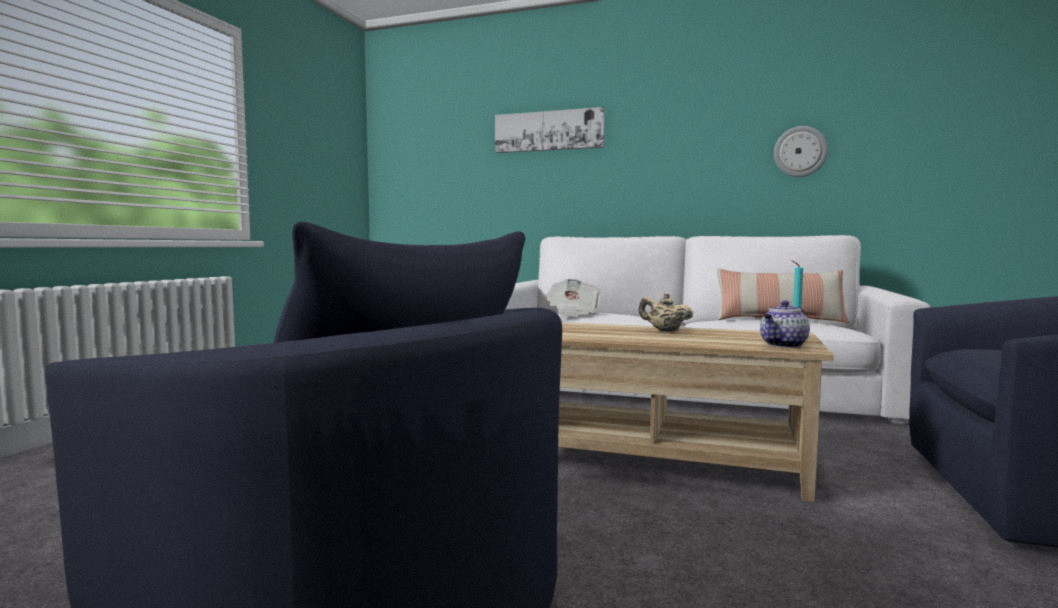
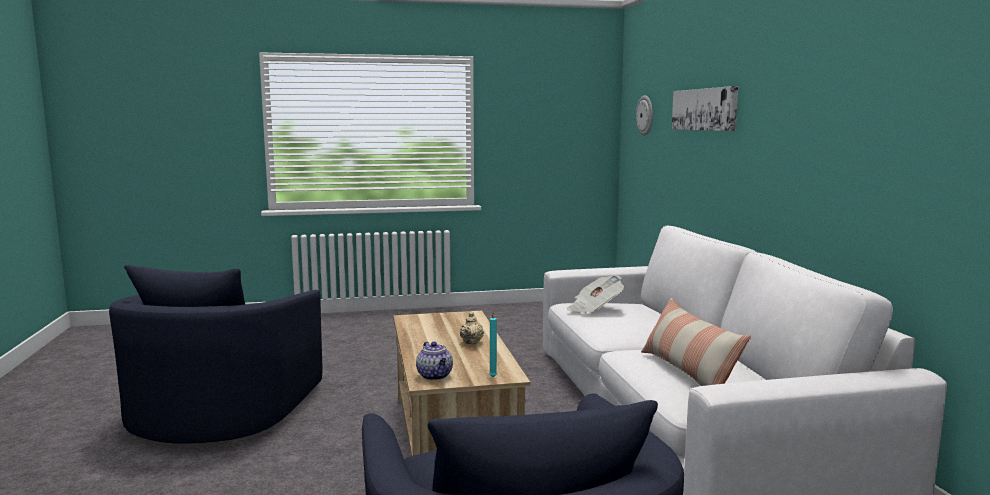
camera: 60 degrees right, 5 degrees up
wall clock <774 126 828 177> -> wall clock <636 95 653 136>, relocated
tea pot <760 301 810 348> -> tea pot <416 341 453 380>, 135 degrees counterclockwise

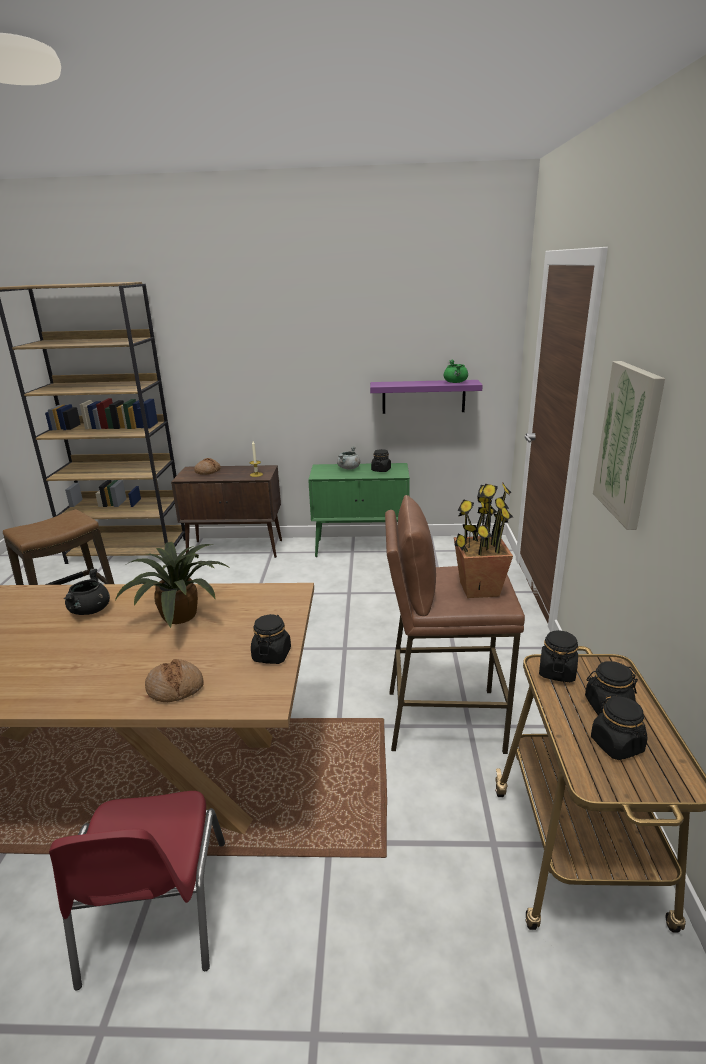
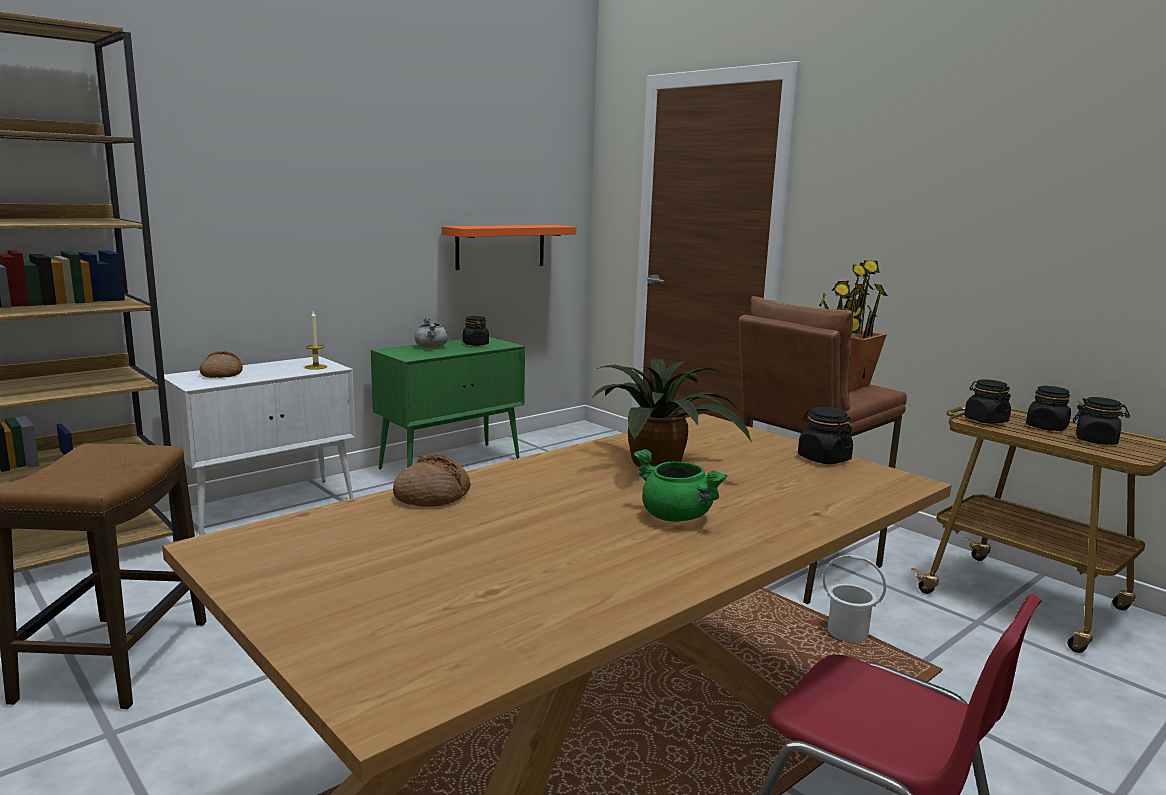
camera: 45 degrees left, 10 degrees down
cooking pot (greenish) <444 359 468 383> -> cooking pot (greenish) <634 449 727 522>, relocated
wall art <593 361 665 530> -> none
bracket shelf (purple-coloured) <370 380 483 414> -> bracket shelf (orangey) <441 225 576 270>
cupboard (brownish) <171 465 282 558> -> cupboard (white-coloured) <164 356 355 535>
cooking pot (blackish) <64 569 110 615> -> none
bakery bread <145 659 204 702> -> bakery bread <393 454 471 507>, relocated
none -> water bucket (white-coloured) <823 555 886 642>

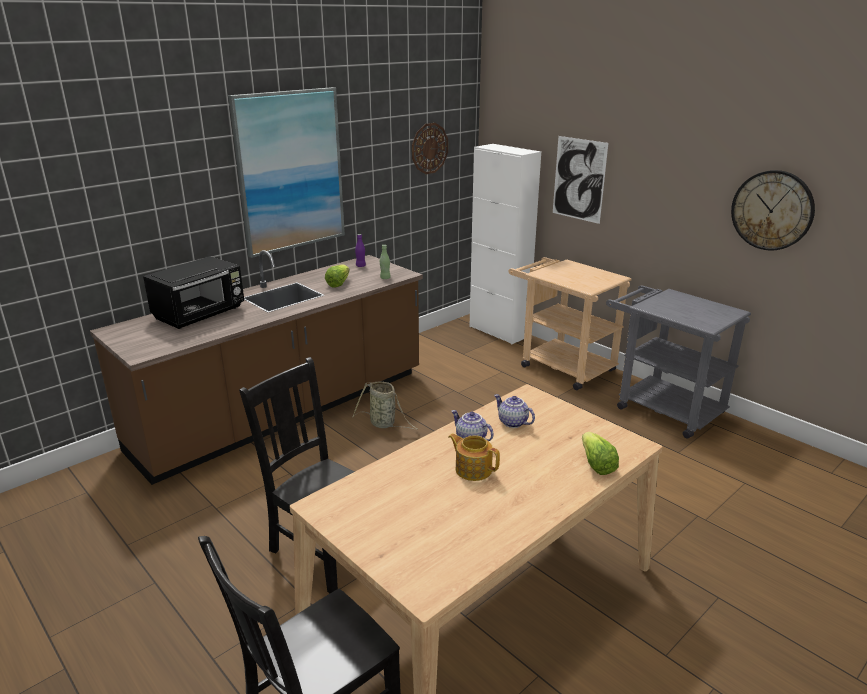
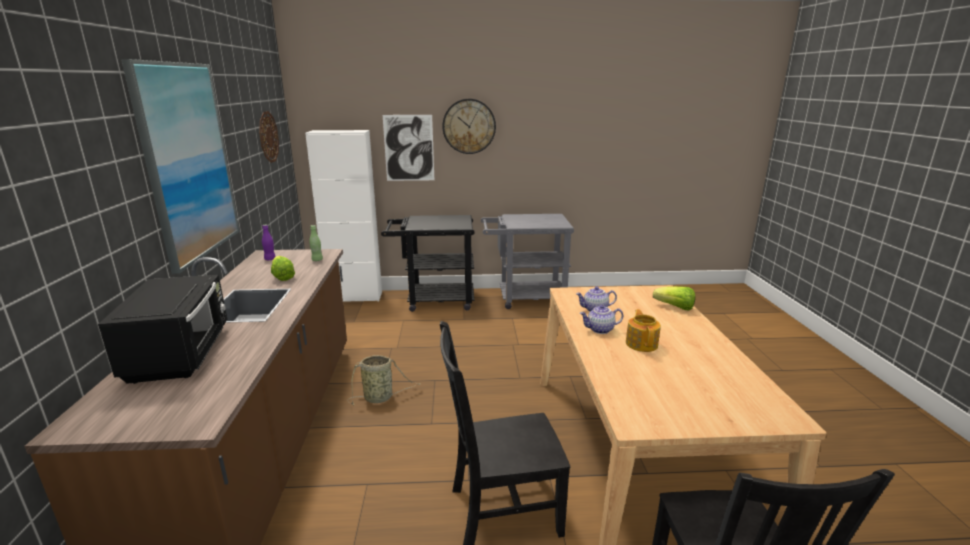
camera: 50 degrees left, 5 degrees down
wall clock <731 170 815 251> -> wall clock <442 99 496 154>, relocated
cart (beige-coloured) <509 257 632 390> -> cart (blackish) <381 215 475 312>
tea pot <449 433 500 481> -> tea pot <626 309 661 352>, 105 degrees clockwise

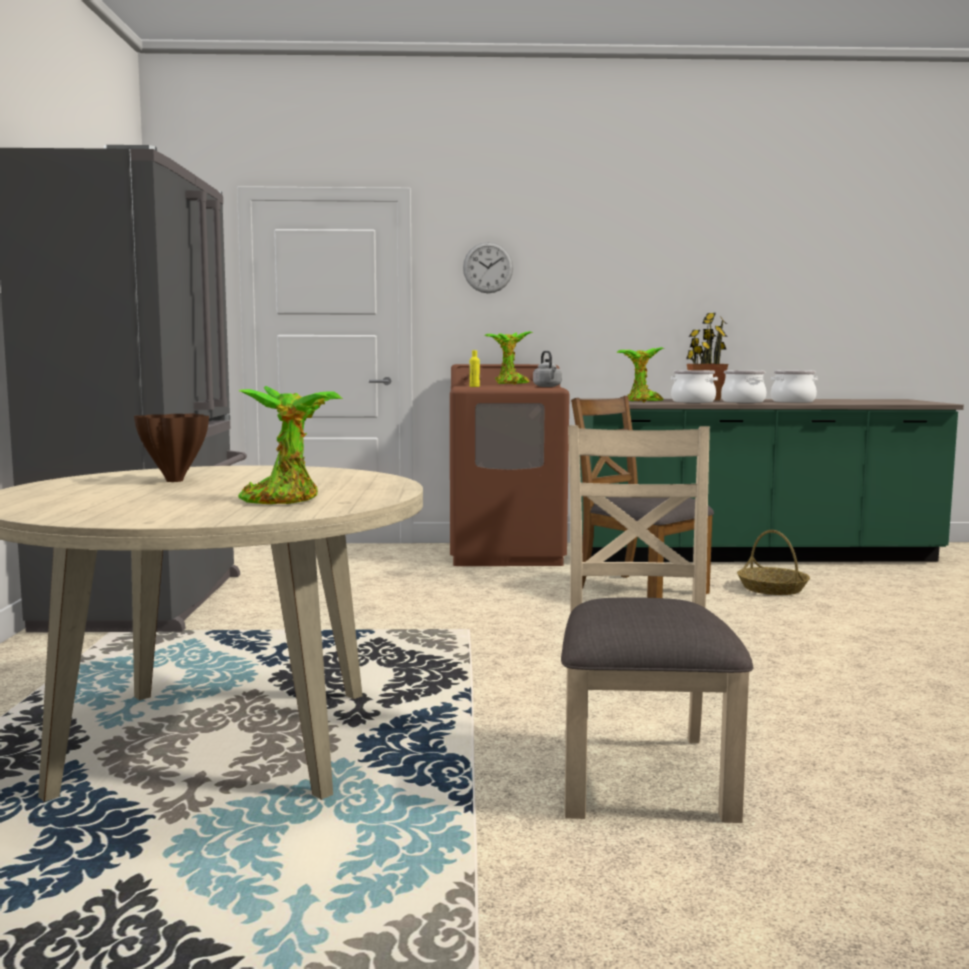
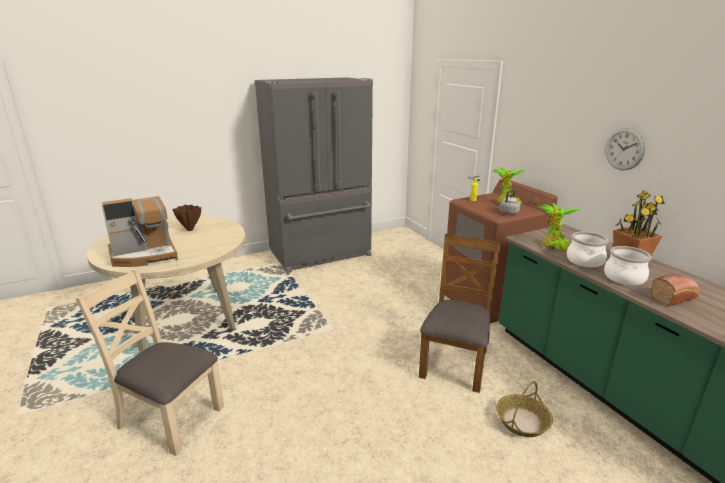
camera: 65 degrees right, 15 degrees up
wall clock <463 242 513 293> -> wall clock <605 128 646 171>, relocated
cooking pot <771 370 818 403> -> bakery bread <651 275 699 306>
houseplant <238 386 343 504> -> coffee maker <102 196 178 267>
plain chair (beige-coloured) <561 425 753 823> -> plain chair (beige-coloured) <76 268 224 456>, 135 degrees counterclockwise

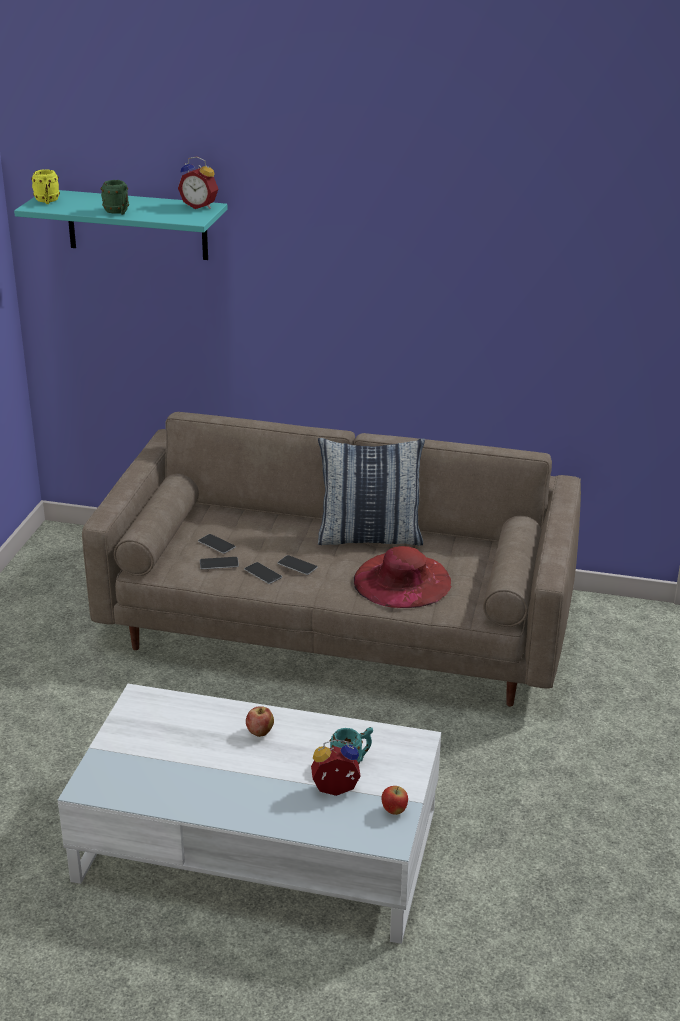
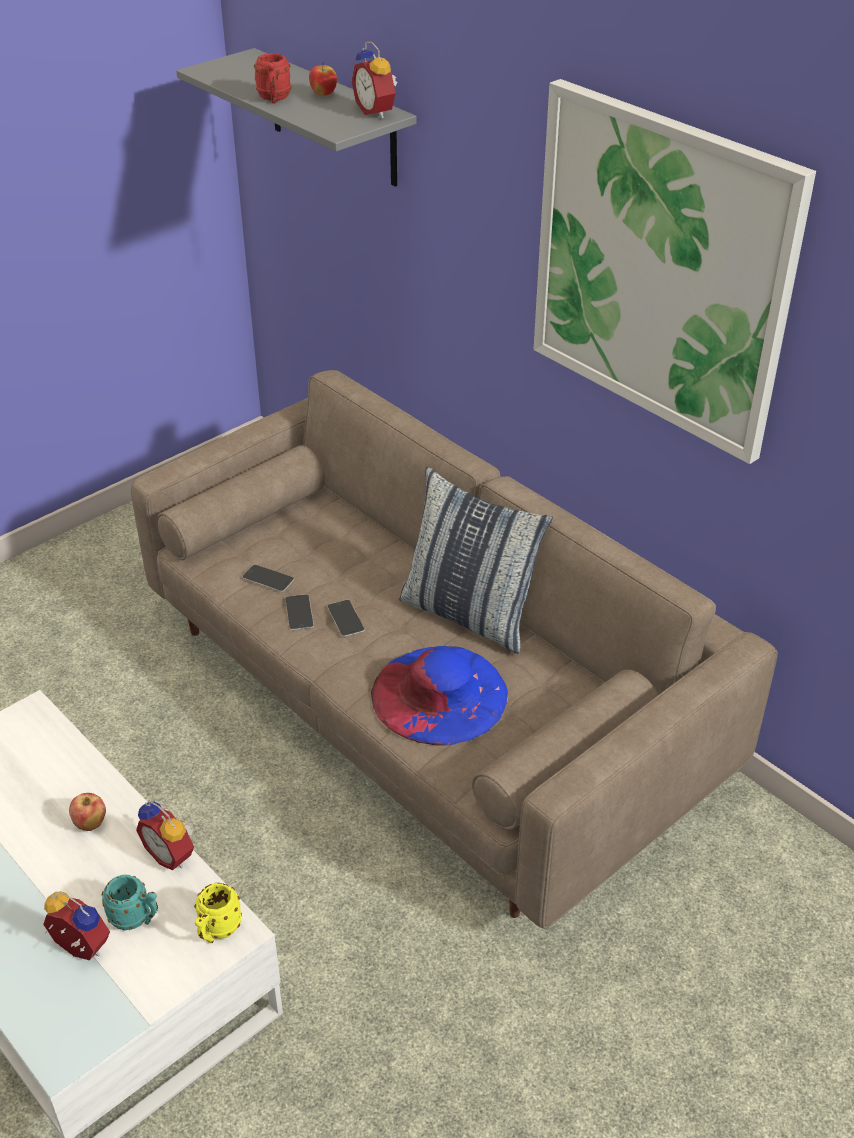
camera: 35 degrees right, 10 degrees up
tea mug (yellow) <31 170 60 204> -> tea mug (yellow) <194 883 242 943>, relocated
tea mug (greenish) <101 180 129 215> -> tea mug (red-coloured) <254 53 292 103>
bracket shelf (turquoise) <14 190 228 260> -> bracket shelf (greyish) <176 48 417 187>
telephone <198 534 236 554> -> none
hat (red-coloured) <354 546 451 608> -> hat (blue) <371 646 508 746>
apple fruit <381 786 408 815> -> apple fruit <309 62 337 96>, relocated
none -> wall art <534 79 816 464>
none -> bedside clock <136 801 194 871>

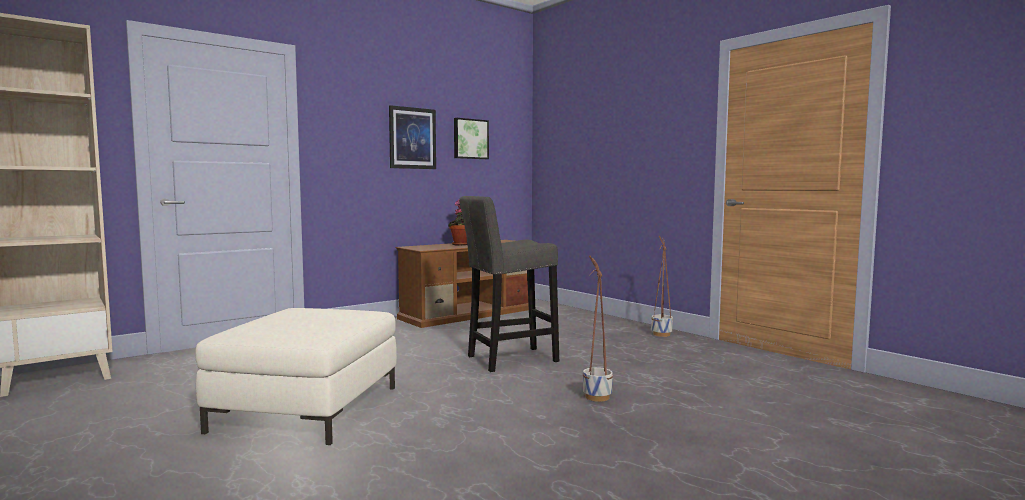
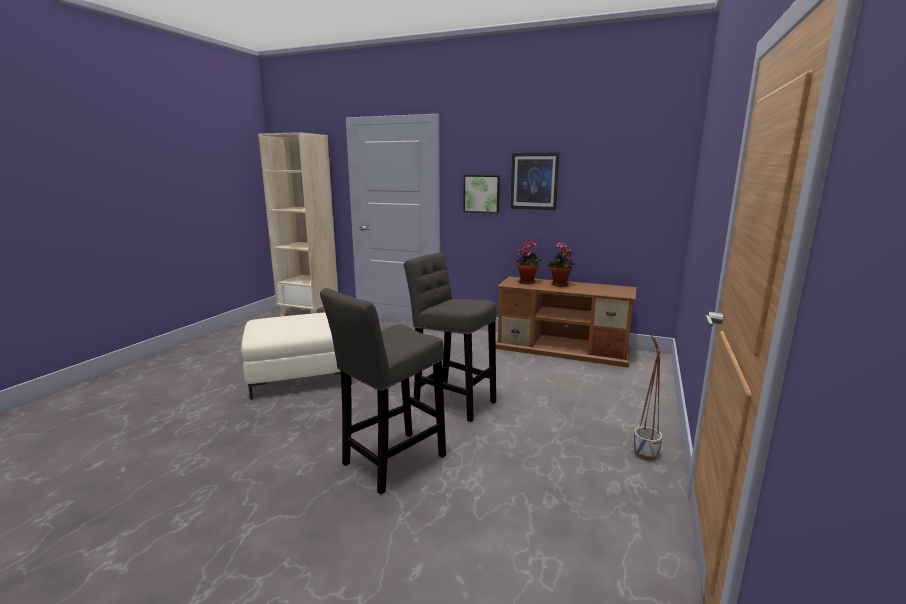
camera: 60 degrees right, 10 degrees up
wall art <454 118 489 159> -> wall art <464 175 500 213>, relocated
planter <583 256 613 402> -> stool (greyish) <320 288 446 495>
none -> houseplant <514 239 542 284>

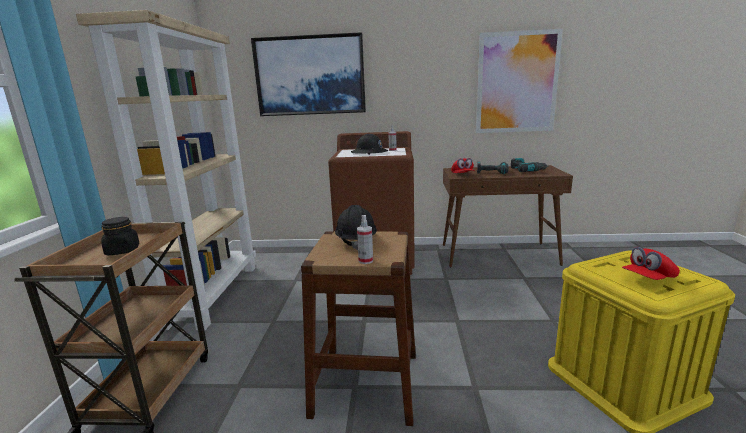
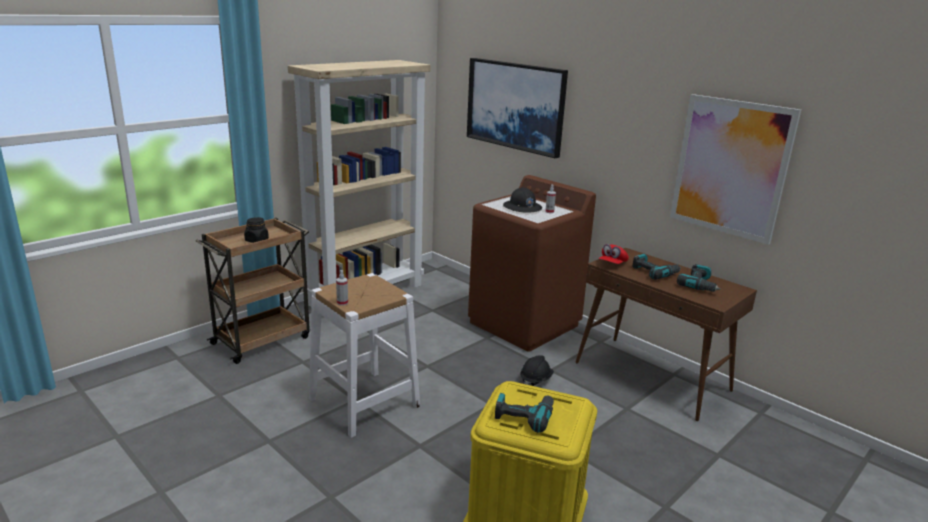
camera: 40 degrees right, 5 degrees up
hard hat (blackish) <335 205 377 250> -> hard hat (blackish) <520 355 554 386>, relocated
stool (brownish) <301 231 416 426> -> stool (white-coloured) <309 273 420 438>
cap (red-coloured) <622 247 680 280> -> electric drill <495 393 554 433>

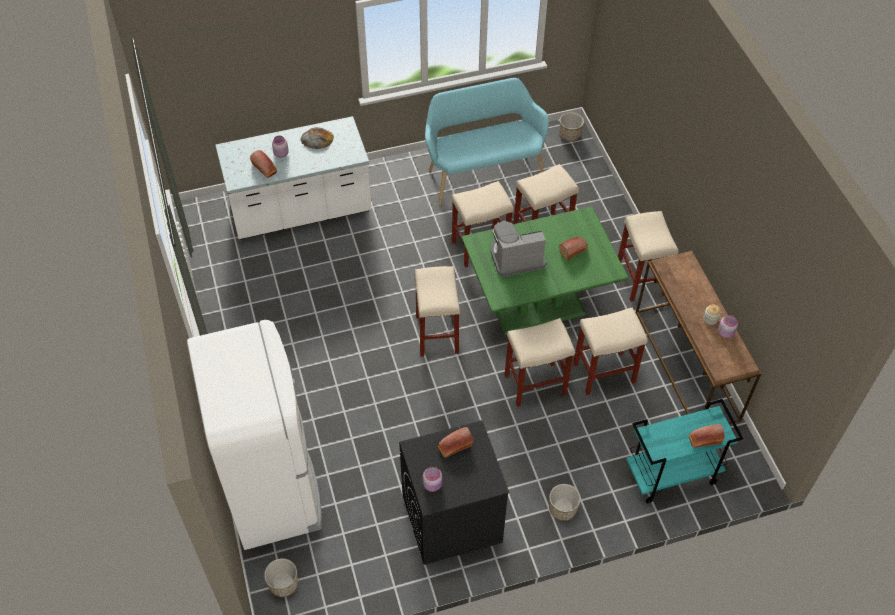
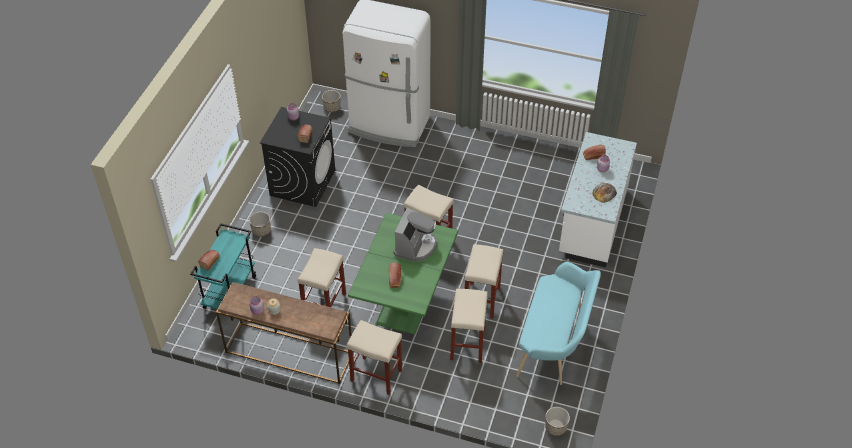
camera: 125 degrees right, 5 degrees down
stool (beige-coloured) <505 318 575 407> -> none

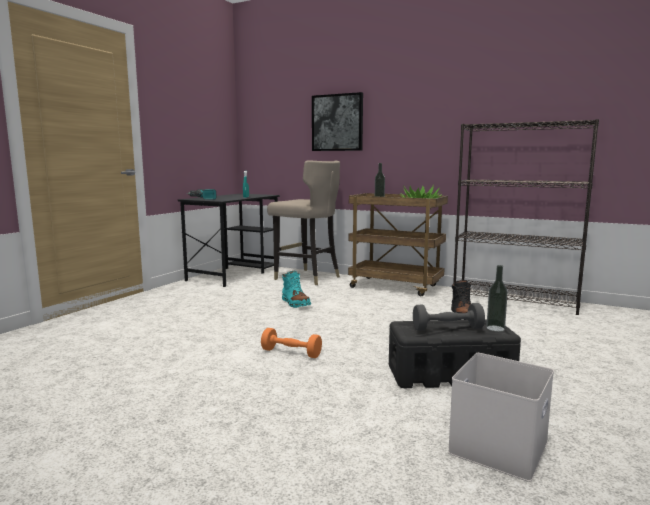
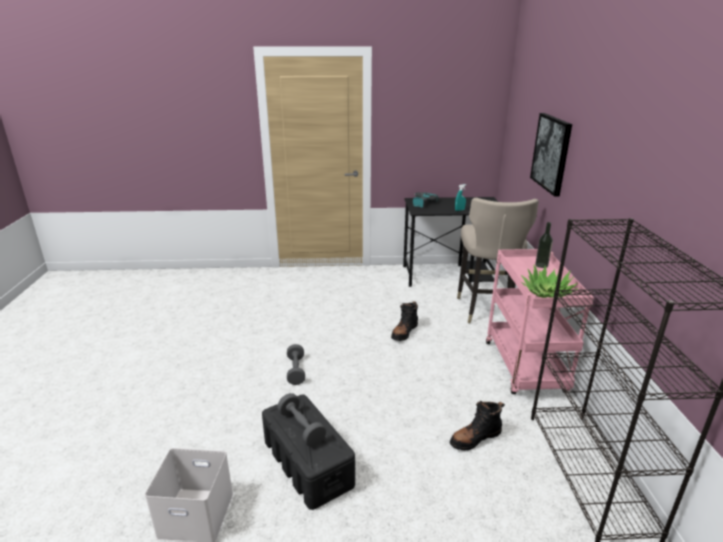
camera: 60 degrees right, 15 degrees up
cart (brownish) <348 193 448 296> -> cart (pink-coloured) <486 249 594 394>
beverage bottle <486 265 508 332> -> none
tall boot (turquoise) <282 271 311 308> -> tall boot (blackish) <391 301 418 341>
free weight (orangey) <261 328 322 358> -> free weight (greyish) <287 344 305 385>

